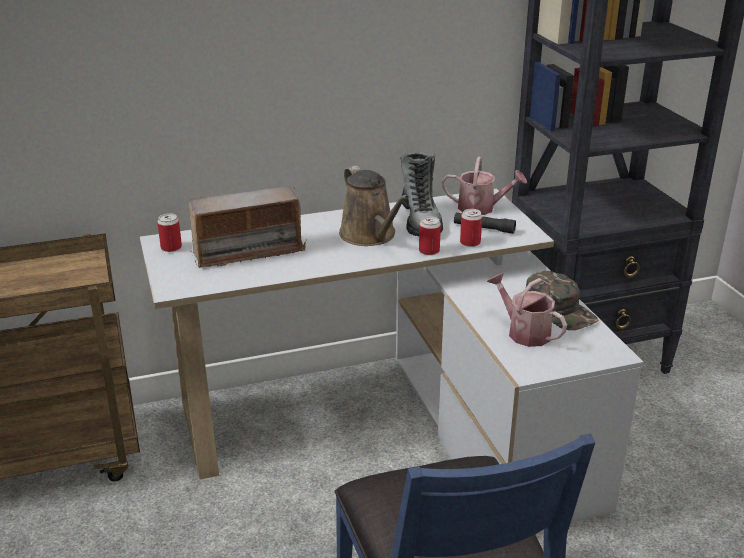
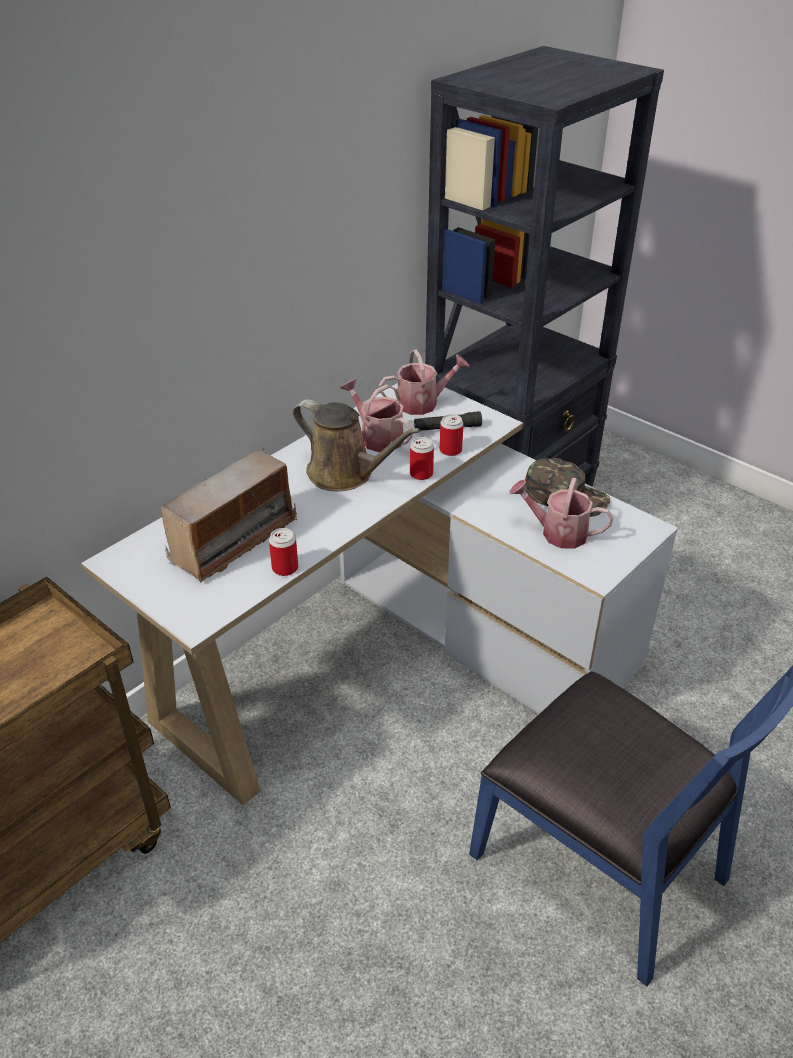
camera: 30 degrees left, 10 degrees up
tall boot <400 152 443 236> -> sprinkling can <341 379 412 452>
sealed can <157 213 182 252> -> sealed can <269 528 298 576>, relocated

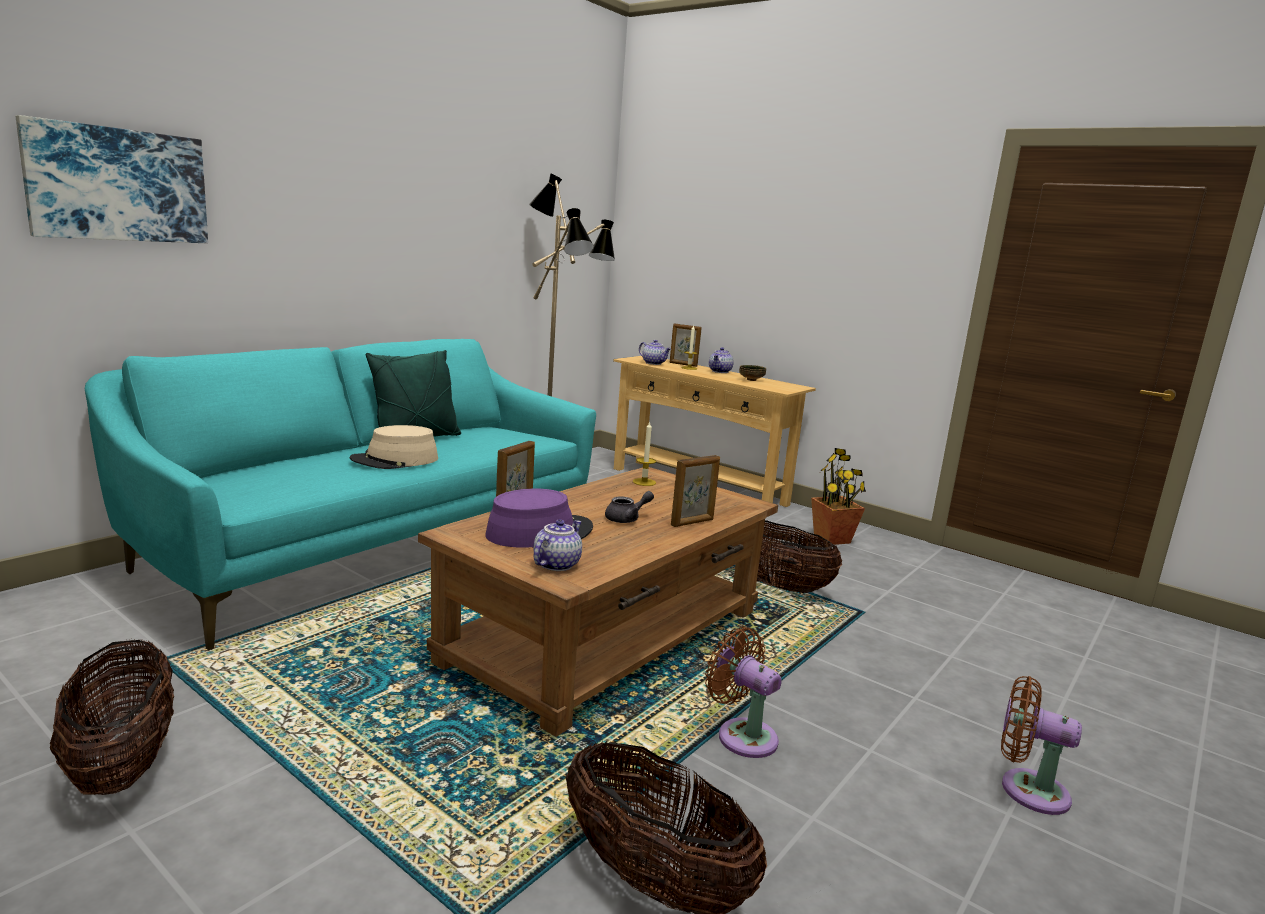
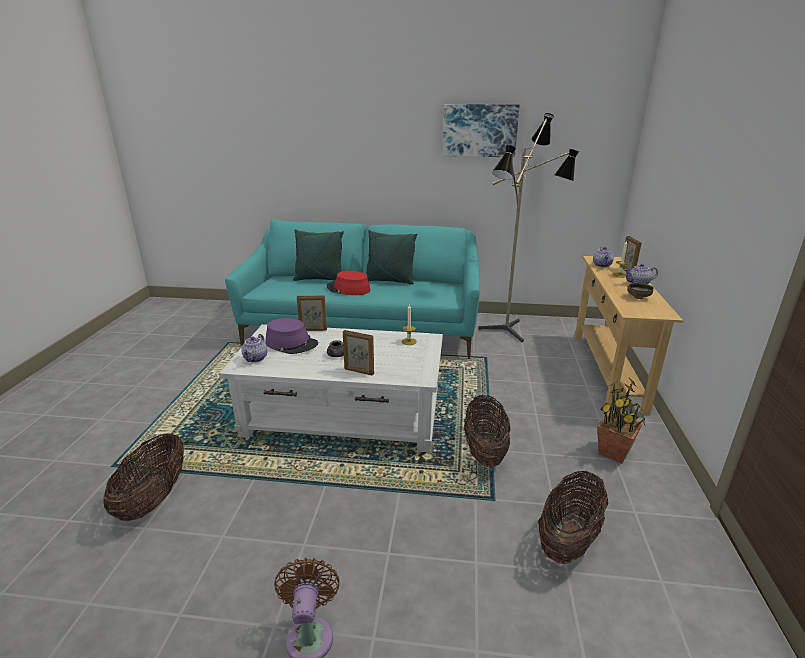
camera: 60 degrees right, 10 degrees up
wall art <16 115 208 243> -> wall art <442 104 520 157>, relocated
hat (beige-coloured) <350 425 438 469> -> hat (red-coloured) <327 271 370 295>
coffee table (brownish) <418 467 778 737> -> coffee table (white-coloured) <219 324 443 452>
tea pot <533 520 582 571> -> tea pot <241 334 267 363>, 105 degrees clockwise
cooling fan (brownish) <705 627 782 758> -> none
basket <50 639 174 795> -> basket <538 471 608 564>, relocated
none -> cushion (greenish) <293 229 344 281>

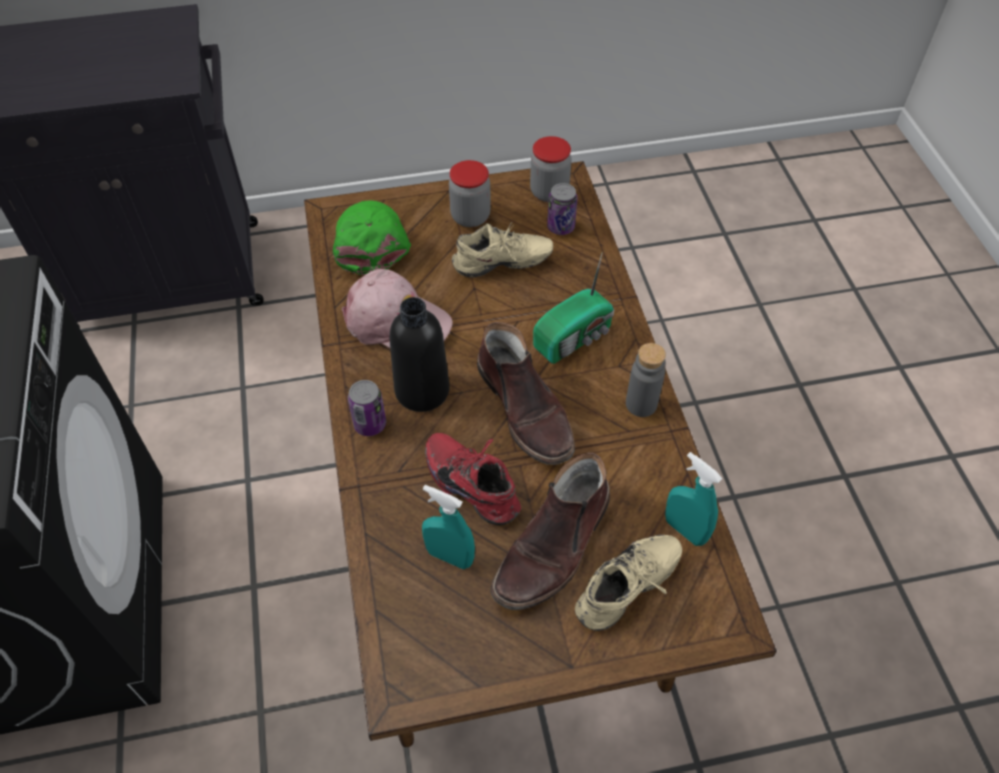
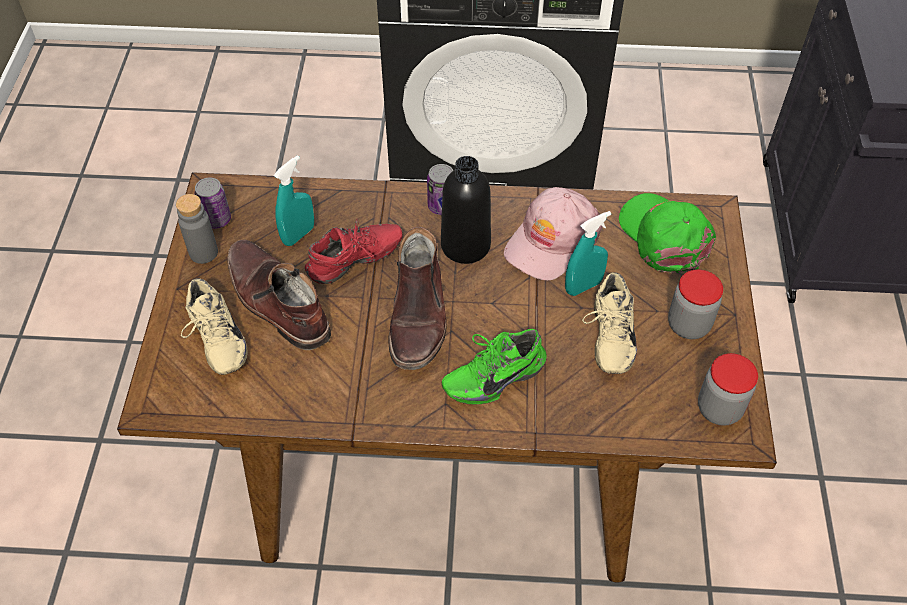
camera: 105 degrees right, 0 degrees up
sealed can <547 183 577 235> -> sealed can <195 177 231 229>, relocated
cap (greenish) <333 200 411 275> -> cap (greenish) <619 193 716 273>, 120 degrees counterclockwise
radio <533 252 614 364> -> item of footwear (greenish) <441 329 547 405>
tall boot (brownish) <477 322 575 465> -> tall boot (brownish) <388 227 447 370>, 75 degrees counterclockwise
beverage bottle (greyish) <626 343 666 417> -> beverage bottle (greyish) <176 194 218 264>, relocated
sprayer (turquoise) <665 452 723 546> -> sprayer (turquoise) <565 211 611 296>, relocated

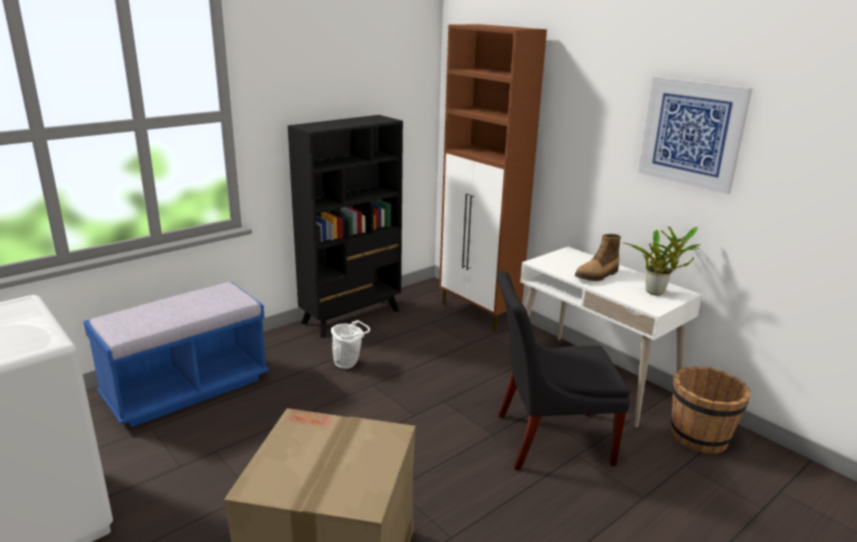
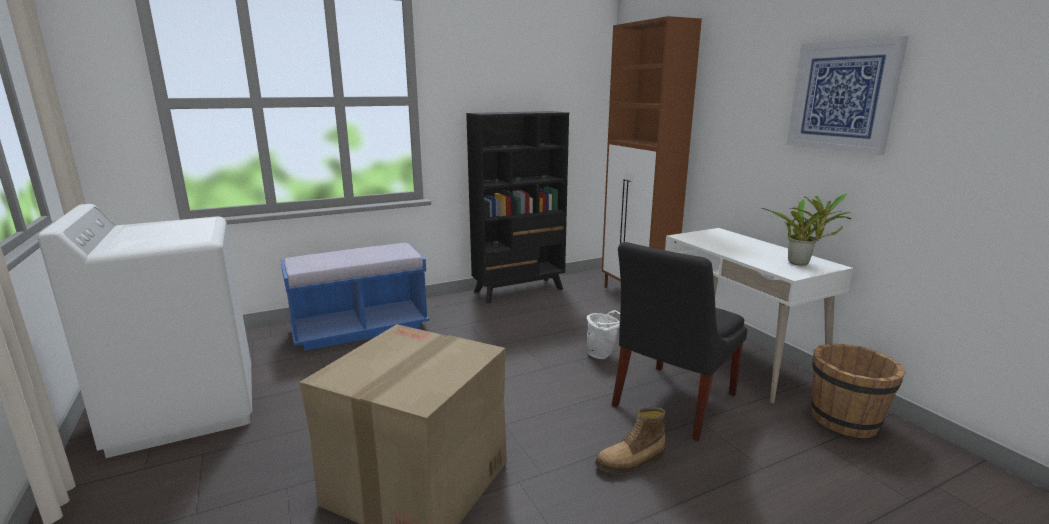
camera: 15 degrees right, 5 degrees down
tall boot <575 234 621 281> -> tall boot <595 407 666 474>, relocated
plain chair (blackish) <497 271 630 470> -> plain chair (blackish) <612 242 747 441>, 60 degrees counterclockwise
water bucket (white-coloured) <331 320 370 369> -> water bucket (white-coloured) <587 310 620 359>, relocated

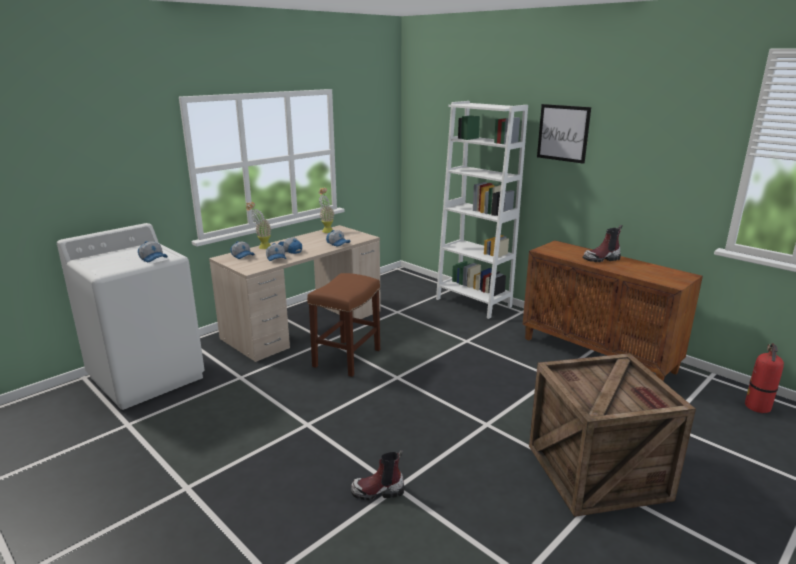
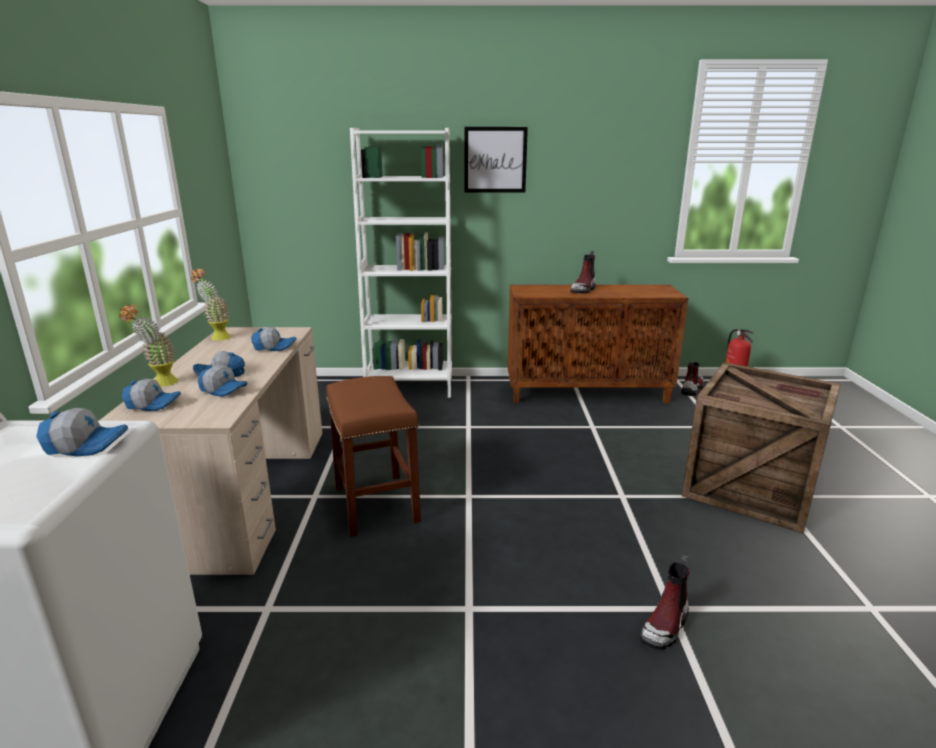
camera: 45 degrees left, 0 degrees up
none -> tall boot <681 362 704 396>

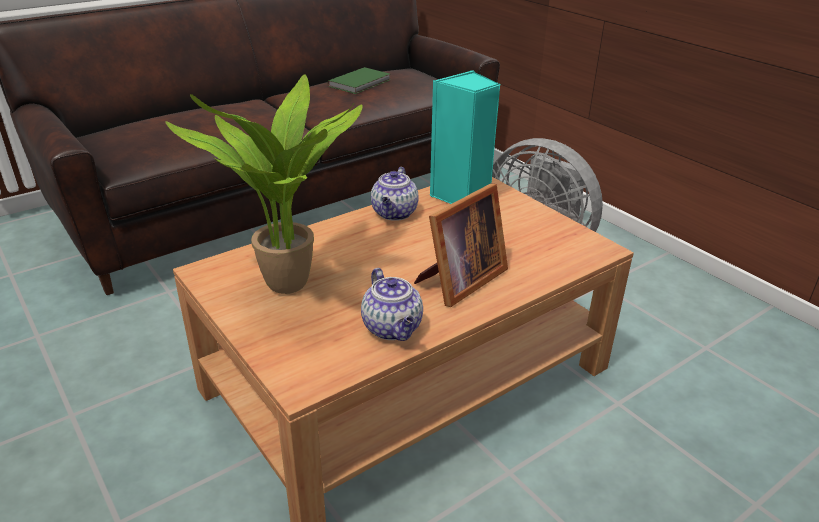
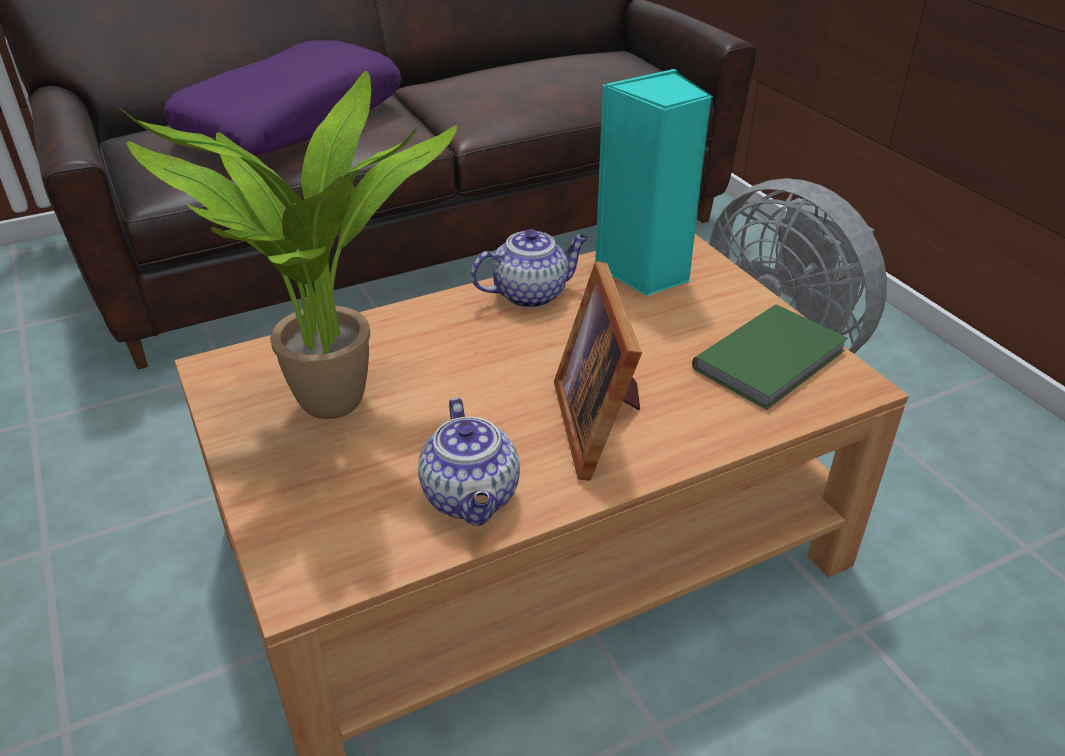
camera: 10 degrees right, 5 degrees up
book (greenish) <328 67 390 94> -> book (greenish) <692 304 848 410>, relocated
tea pot <371 167 419 221> -> tea pot <471 229 588 308>, 135 degrees counterclockwise
photo frame <414 183 508 307> -> photo frame <554 261 642 481>, 120 degrees clockwise
none -> cushion (purple-coloured) <164 40 401 156>

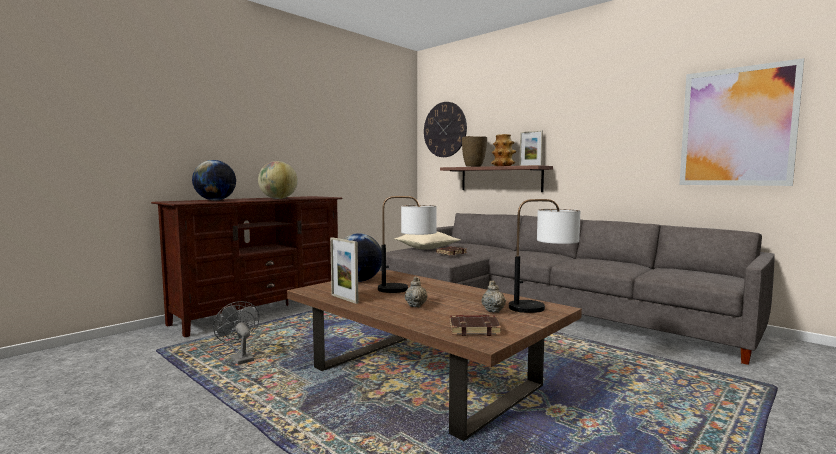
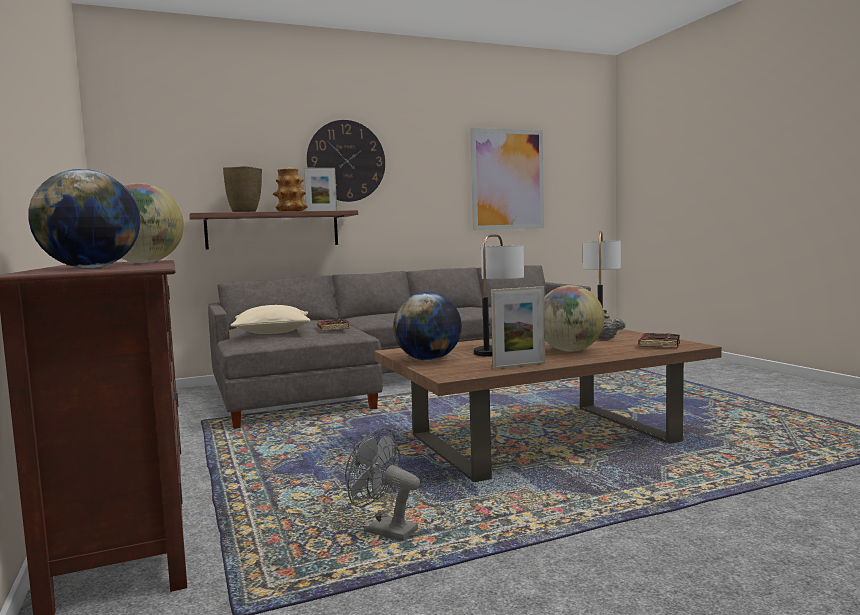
camera: 65 degrees left, 0 degrees up
wall clock <424 102 467 157> -> wall clock <307 120 385 202>, relocated
tea pot (beige-coloured) <405 277 427 307> -> globe <544 285 604 352>
cooling fan (greyish) <213 301 259 365> -> cooling fan (greyish) <345 428 420 541>, 45 degrees clockwise

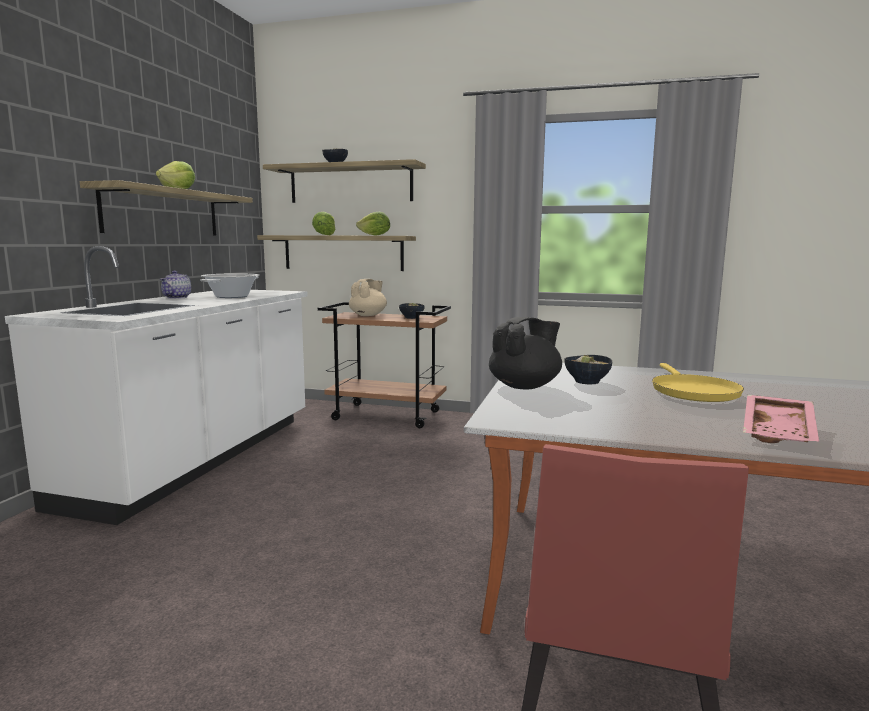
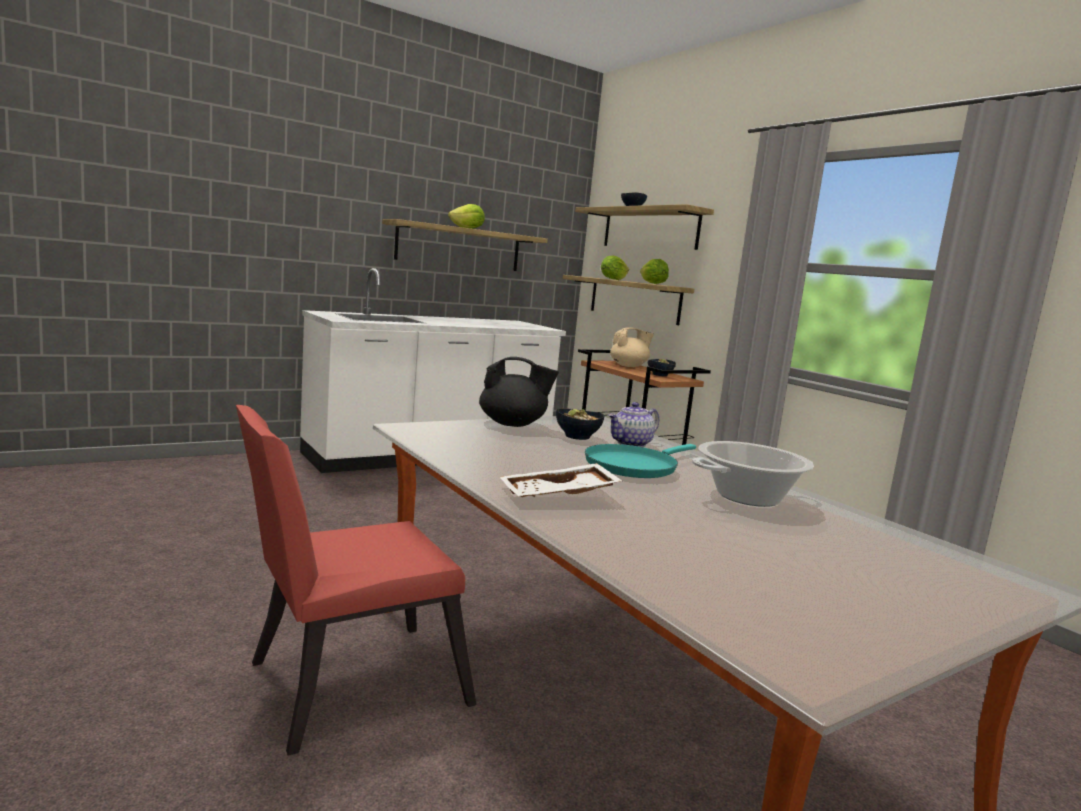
camera: 40 degrees right, 0 degrees up
tea pot <160 270 191 299> -> tea pot <608 402 659 447>, relocated
cooking pot <200 273 259 298> -> cooking pot <692 441 814 507>, relocated
frying pan (yellow) <652 363 744 402> -> frying pan (turquoise) <585 444 696 478>
tray (pink-coloured) <743 395 819 443> -> tray (white-coloured) <500 463 622 497>

